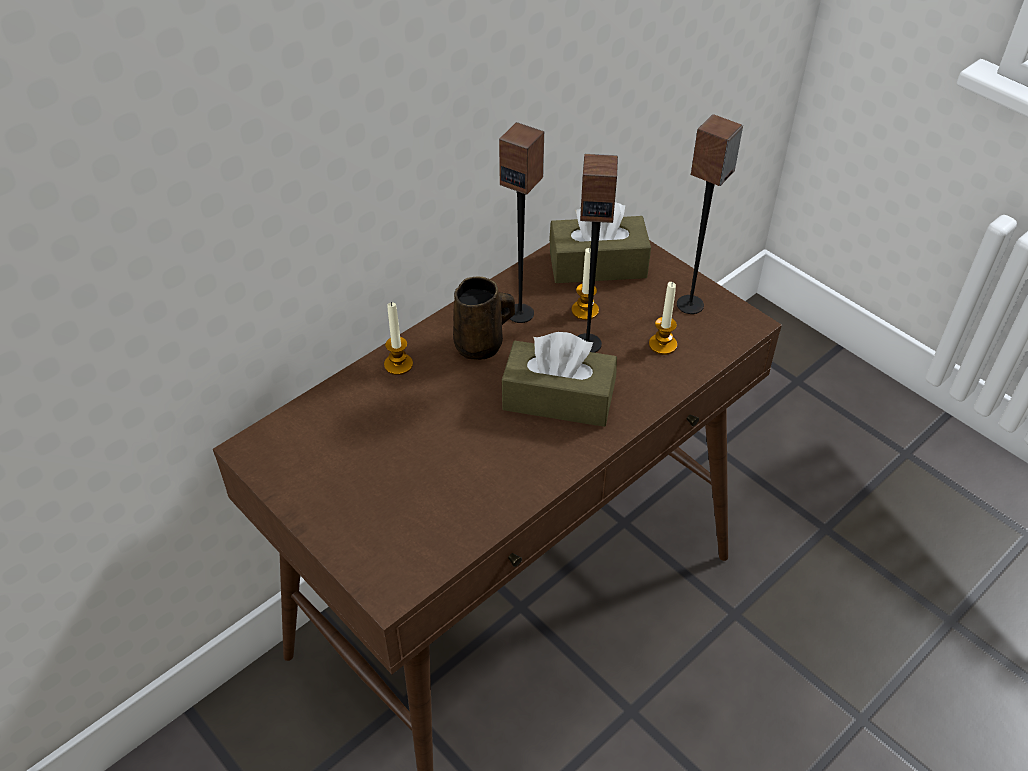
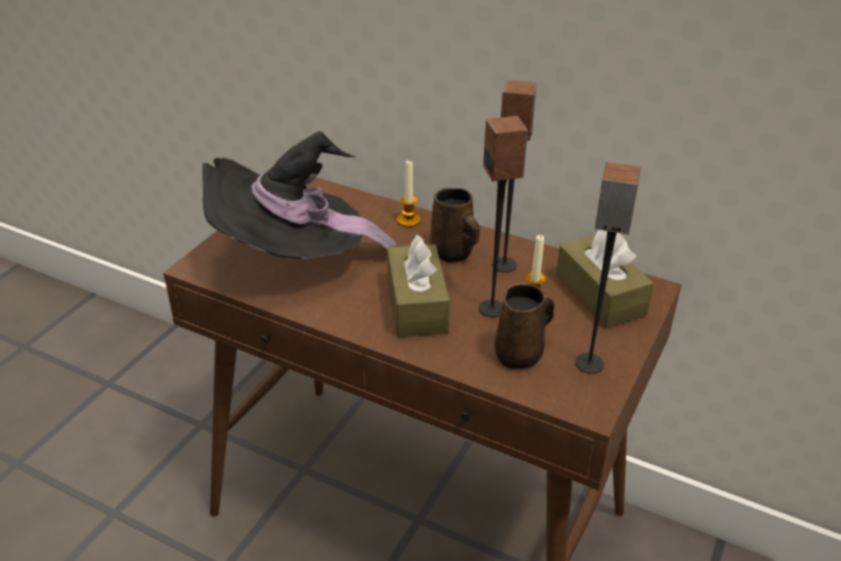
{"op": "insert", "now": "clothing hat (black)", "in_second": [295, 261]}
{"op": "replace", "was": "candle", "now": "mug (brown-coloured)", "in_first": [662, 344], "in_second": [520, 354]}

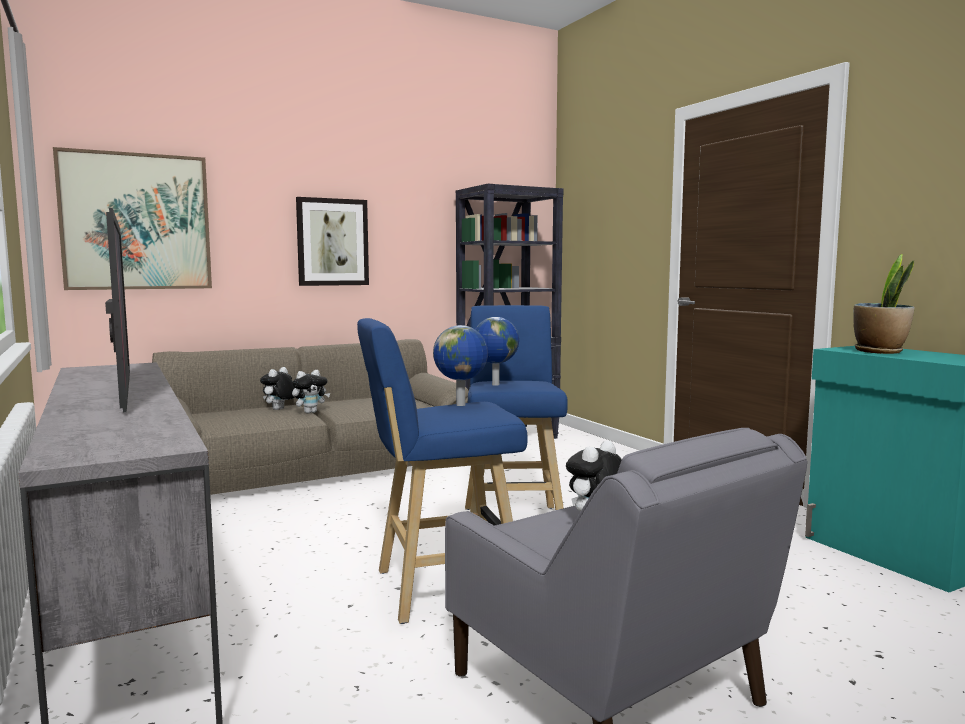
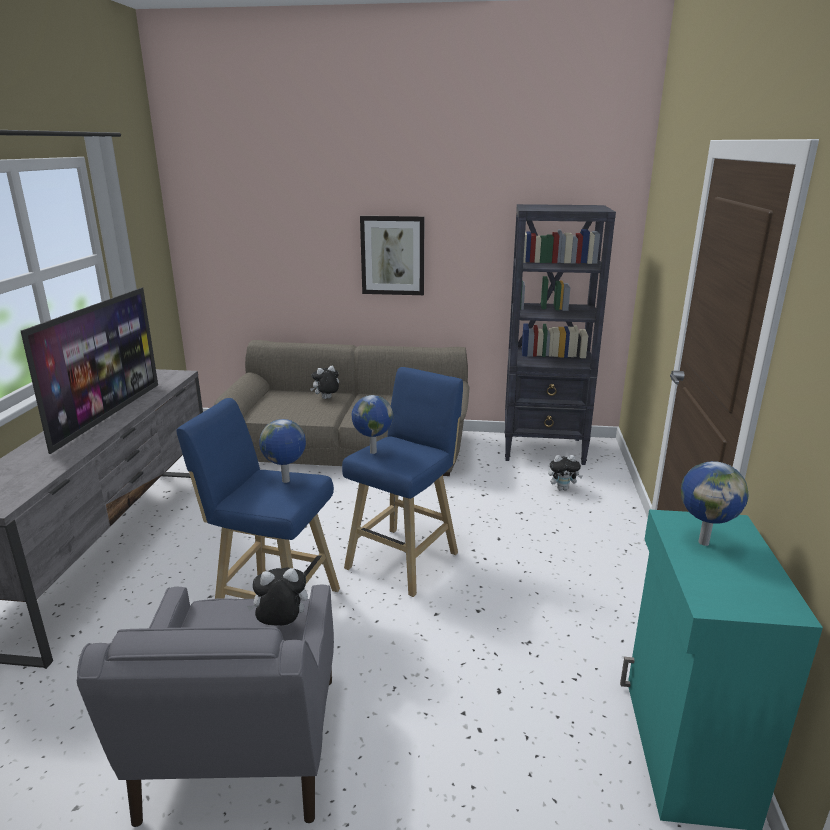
{"op": "delete", "was": "wall art", "in_first": [136, 222]}
{"op": "move", "was": "plush toy", "in_first": [310, 412], "in_second": [562, 488]}
{"op": "replace", "was": "potted plant", "now": "world globe", "in_first": [880, 351], "in_second": [704, 542]}

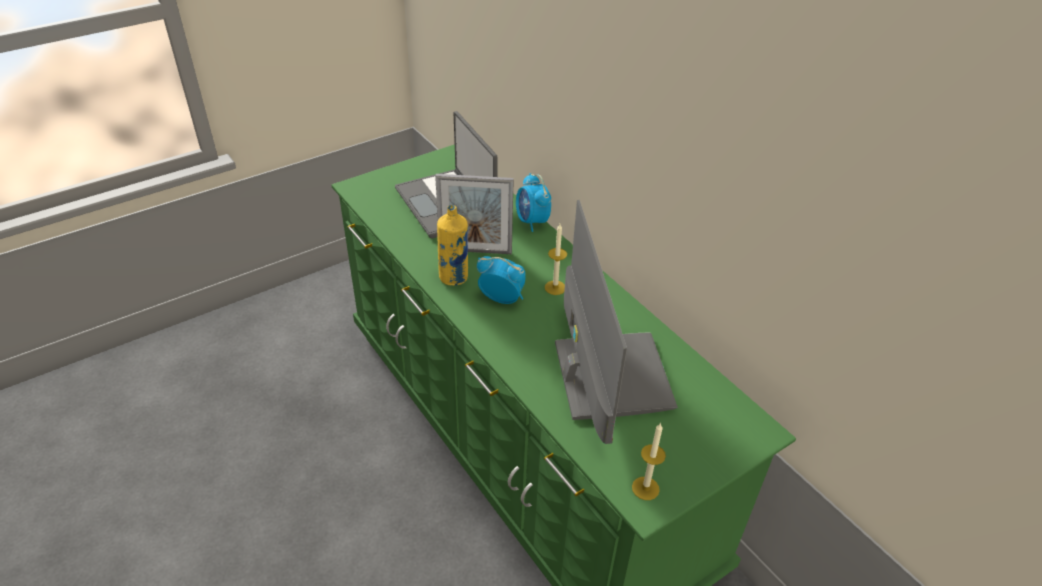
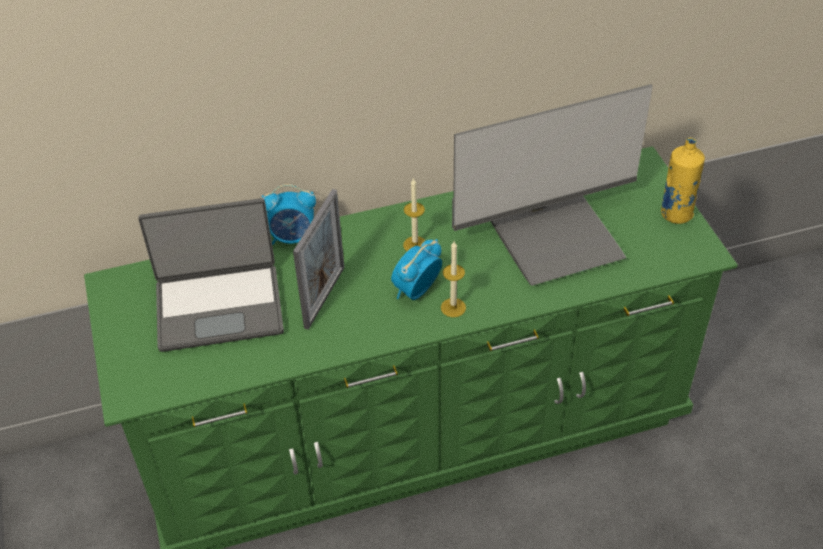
{"op": "move", "was": "bottle (yellow)", "in_first": [454, 277], "in_second": [676, 214]}
{"op": "move", "was": "candle", "in_first": [645, 488], "in_second": [453, 307]}
{"op": "rotate", "was": "monitor", "in_first": [608, 376], "in_second": [554, 237], "clockwise": 150}

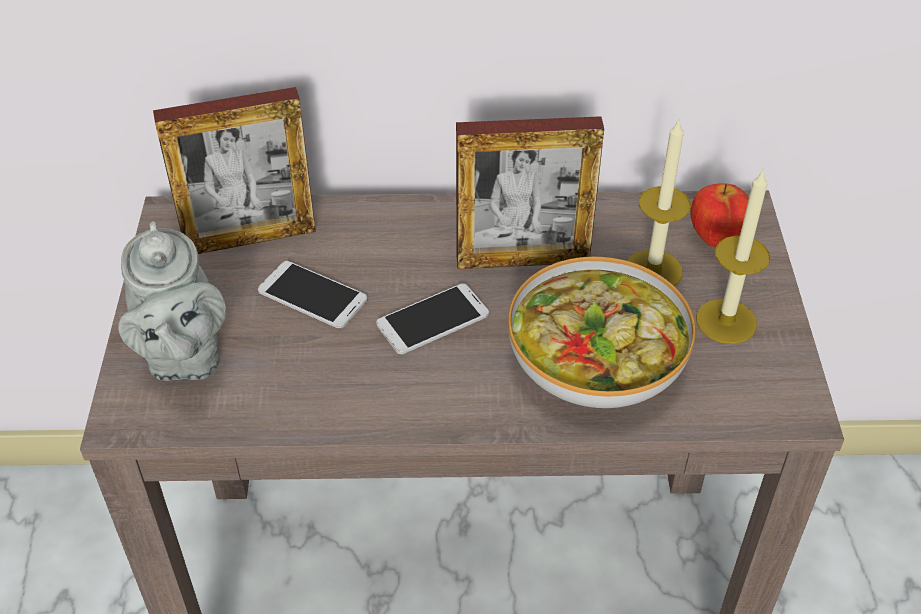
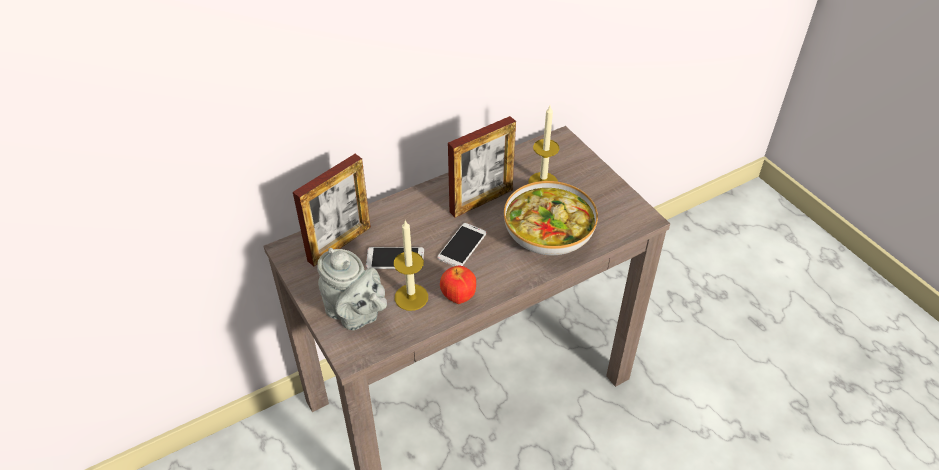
{"op": "move", "was": "apple fruit", "in_first": [714, 239], "in_second": [458, 297]}
{"op": "move", "was": "candle", "in_first": [726, 321], "in_second": [411, 297]}

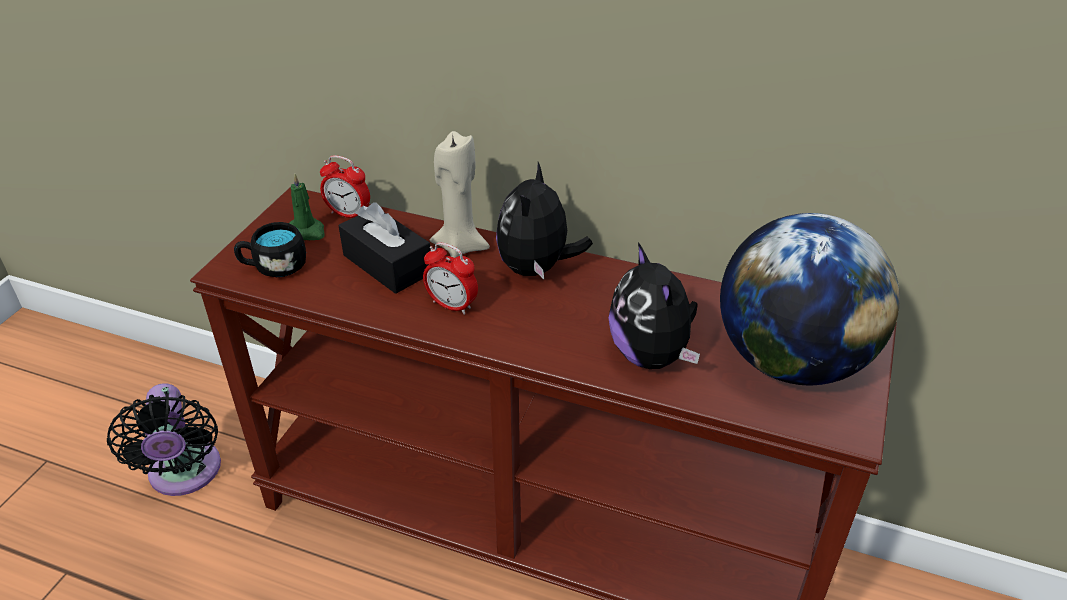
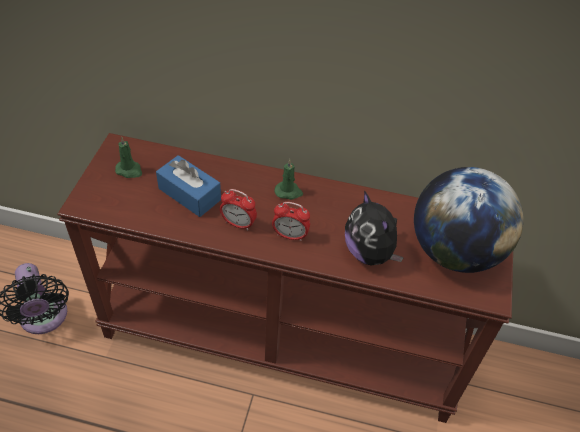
{"op": "delete", "was": "mug (black)", "in_first": [274, 267]}
{"op": "delete", "was": "candle (beige-coloured)", "in_first": [460, 246]}
{"op": "move", "was": "bedside clock", "in_first": [348, 214], "in_second": [290, 235]}
{"op": "replace", "was": "plush toy", "now": "candle (green-coloured)", "in_first": [537, 269], "in_second": [289, 192]}
{"op": "recolor", "was": "box of tissues (black)", "now": "box of tissues (blue)", "in_first": [387, 264], "in_second": [189, 194]}

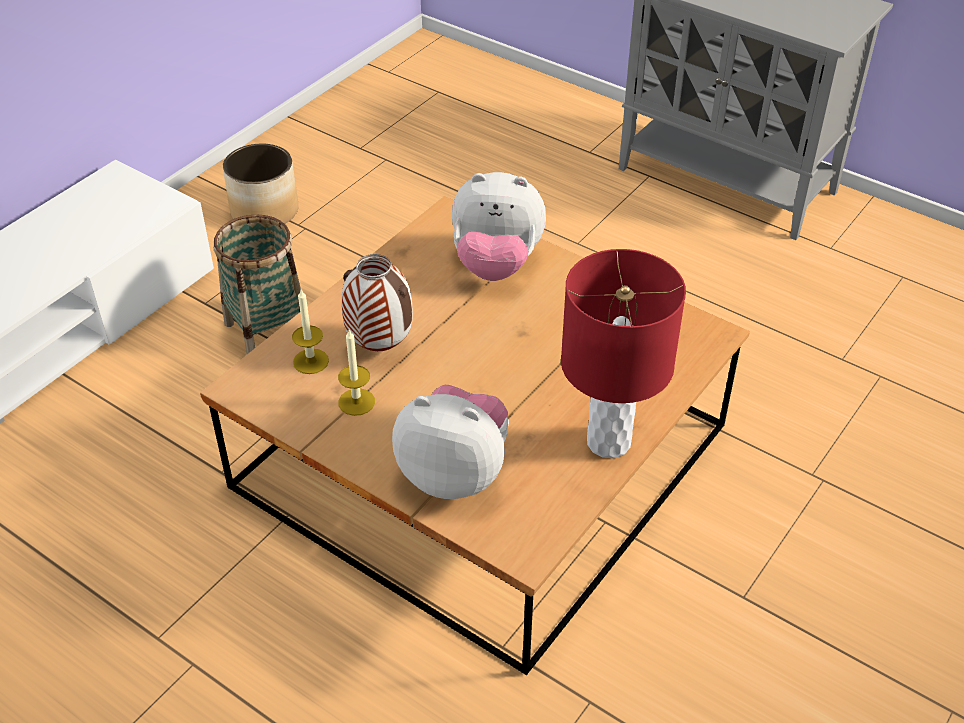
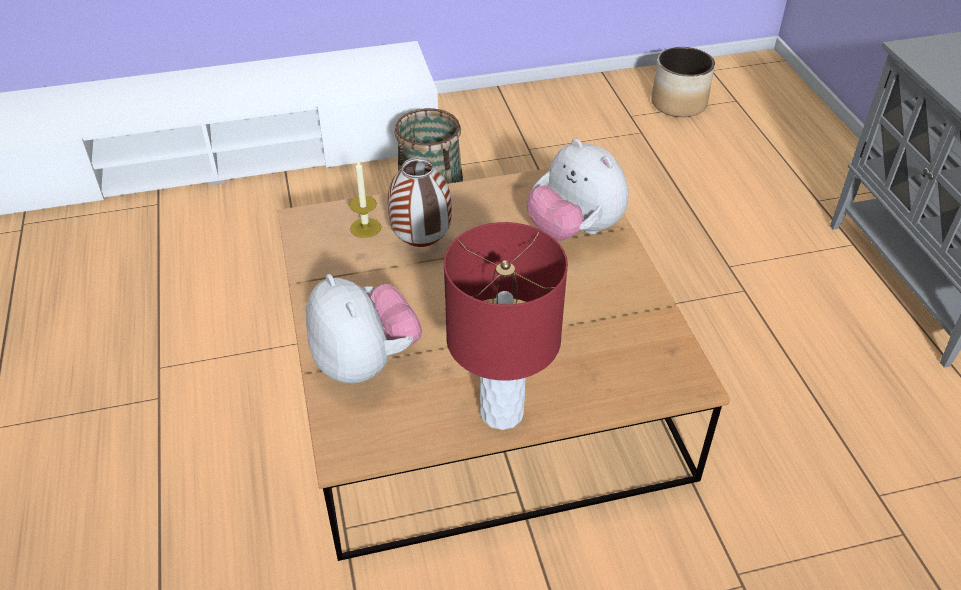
{"op": "delete", "was": "candle", "in_first": [356, 402]}
{"op": "move", "was": "plant pot", "in_first": [265, 211], "in_second": [679, 103]}

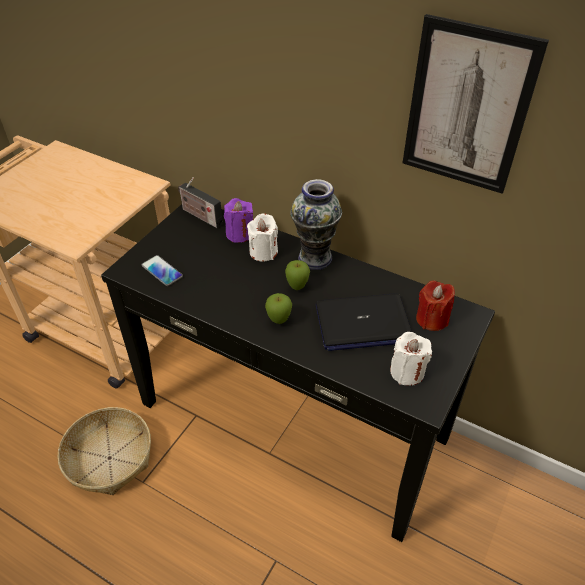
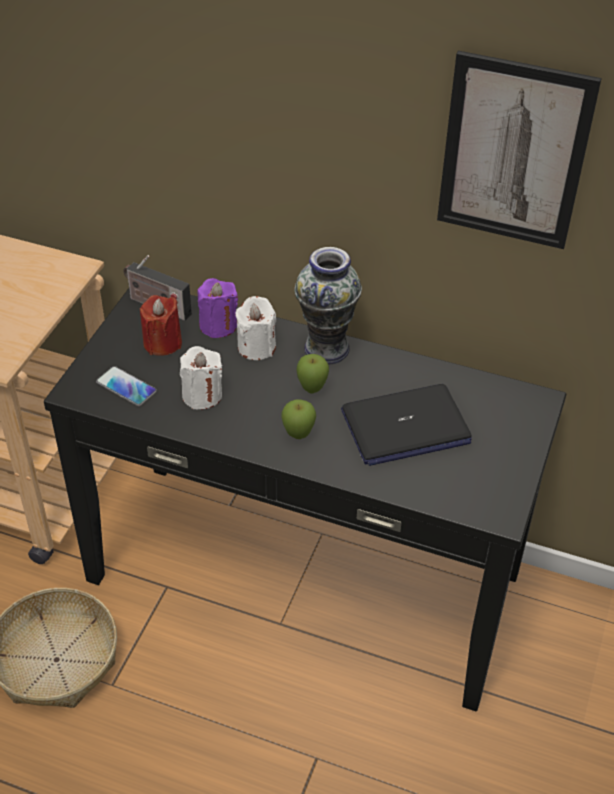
{"op": "move", "was": "candle (whitish)", "in_first": [407, 372], "in_second": [202, 395]}
{"op": "move", "was": "candle (red-coloured)", "in_first": [432, 319], "in_second": [162, 343]}

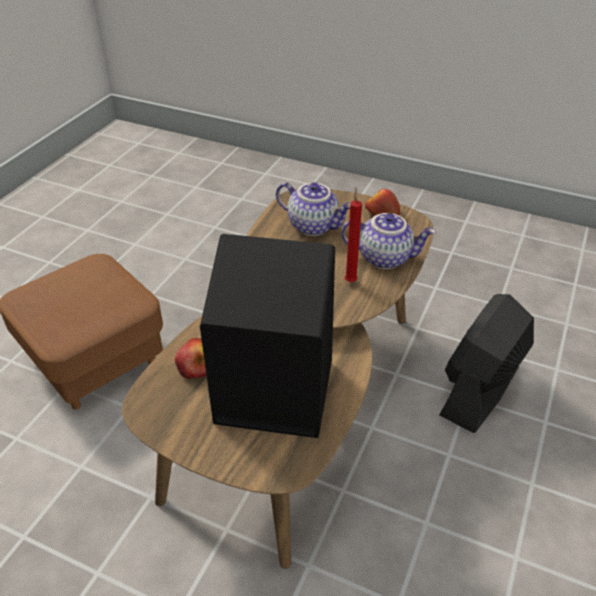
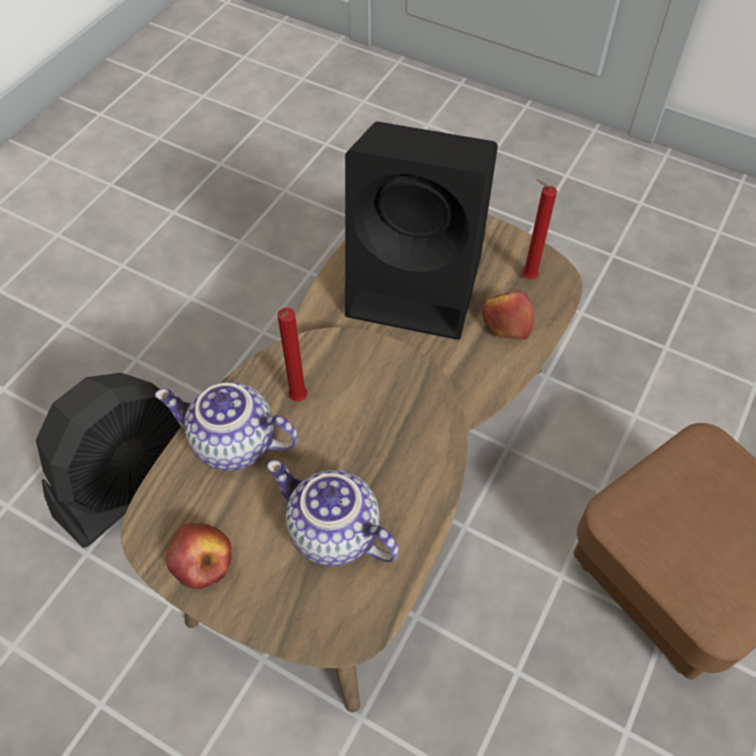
{"op": "insert", "now": "candle (red-coloured)", "in_second": [526, 277]}

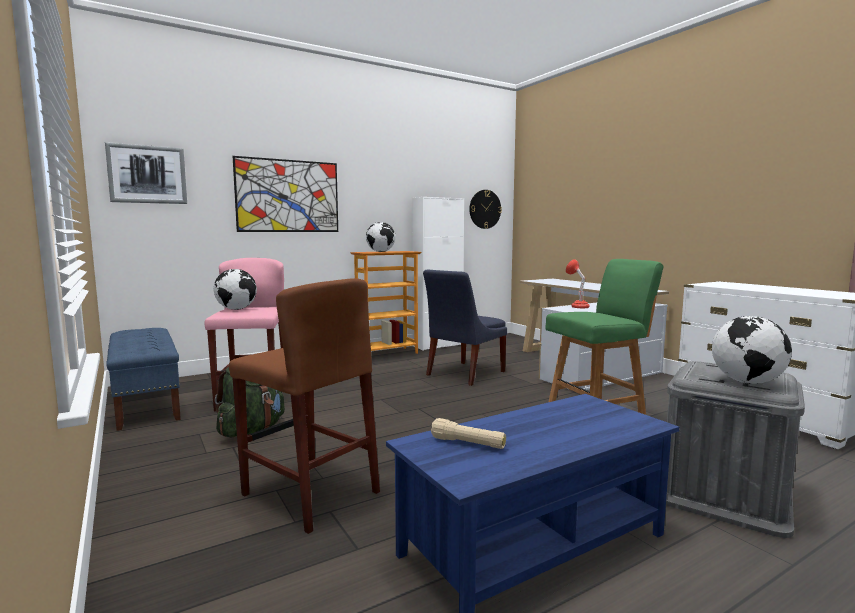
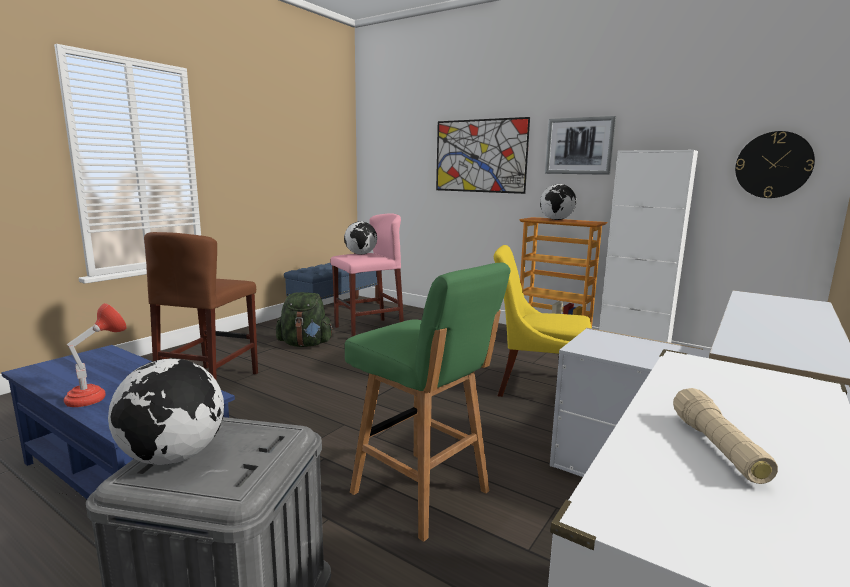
{"op": "move", "was": "wall art", "in_first": [147, 174], "in_second": [579, 146]}
{"op": "move", "was": "torch (beige-coloured)", "in_first": [468, 443], "in_second": [717, 448]}
{"op": "move", "was": "table lamp (red-coloured)", "in_first": [577, 306], "in_second": [98, 397]}
{"op": "recolor", "was": "plain chair (blue)", "now": "plain chair (yellow)", "in_first": [463, 374], "in_second": [536, 385]}

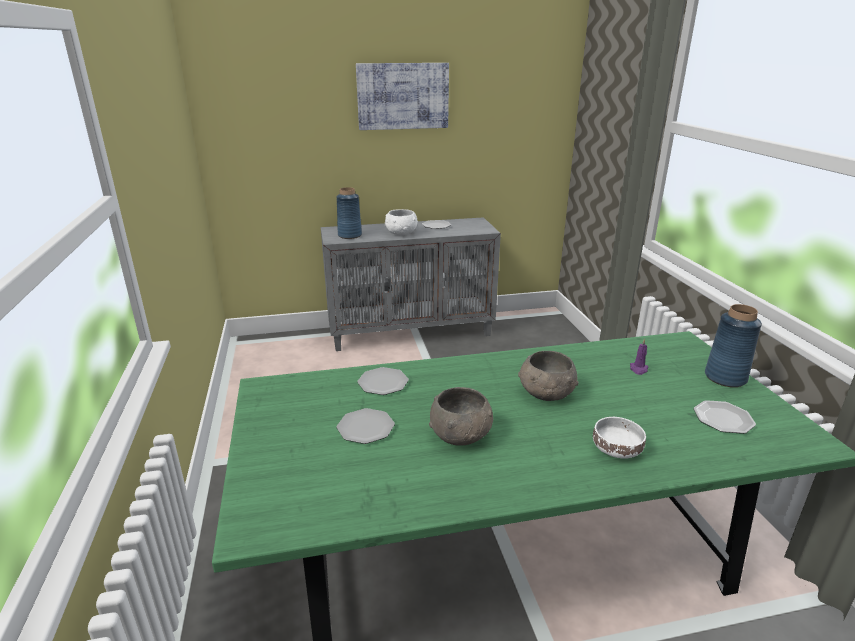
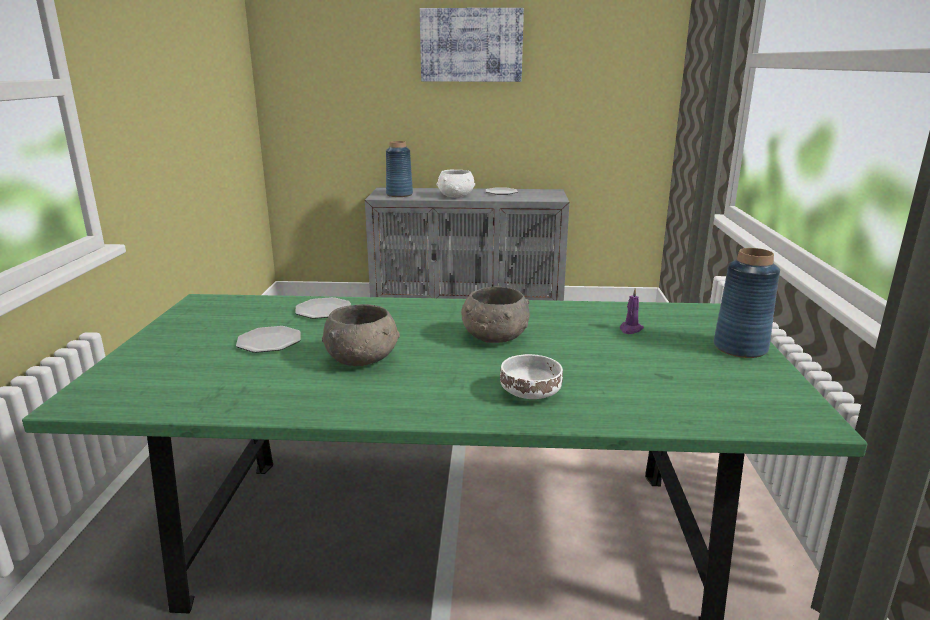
{"op": "delete", "was": "plate", "in_first": [723, 419]}

